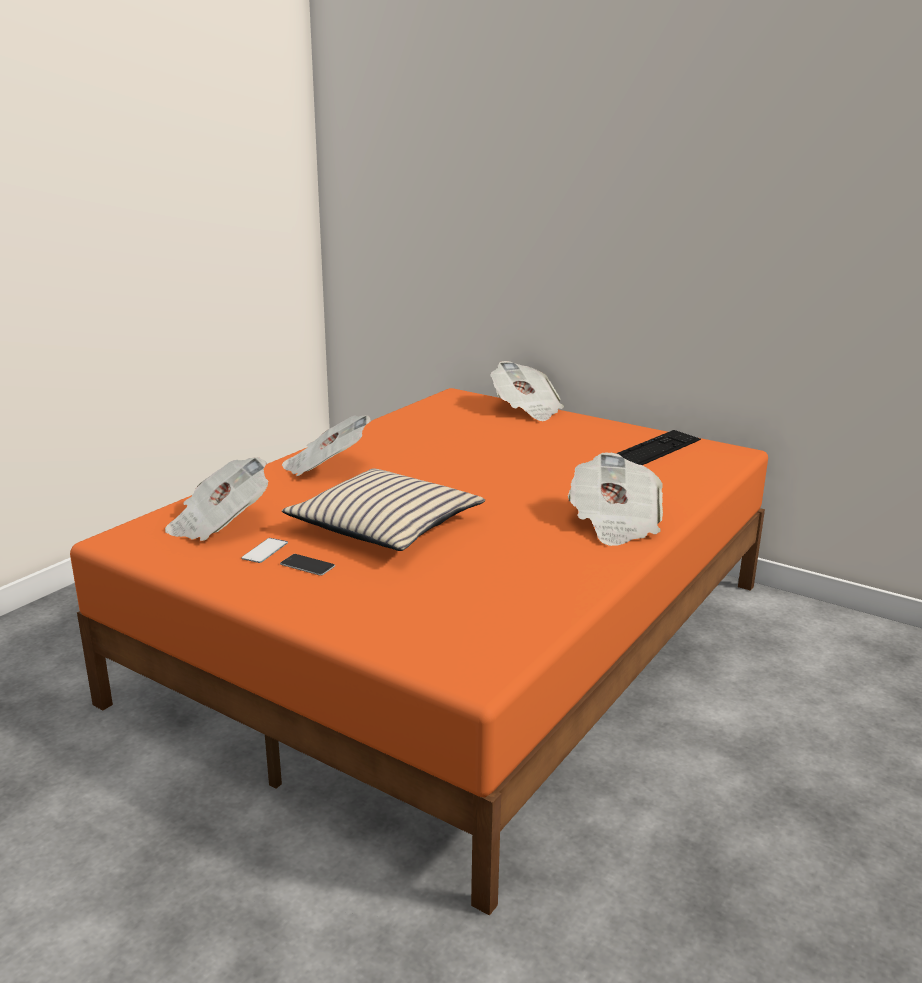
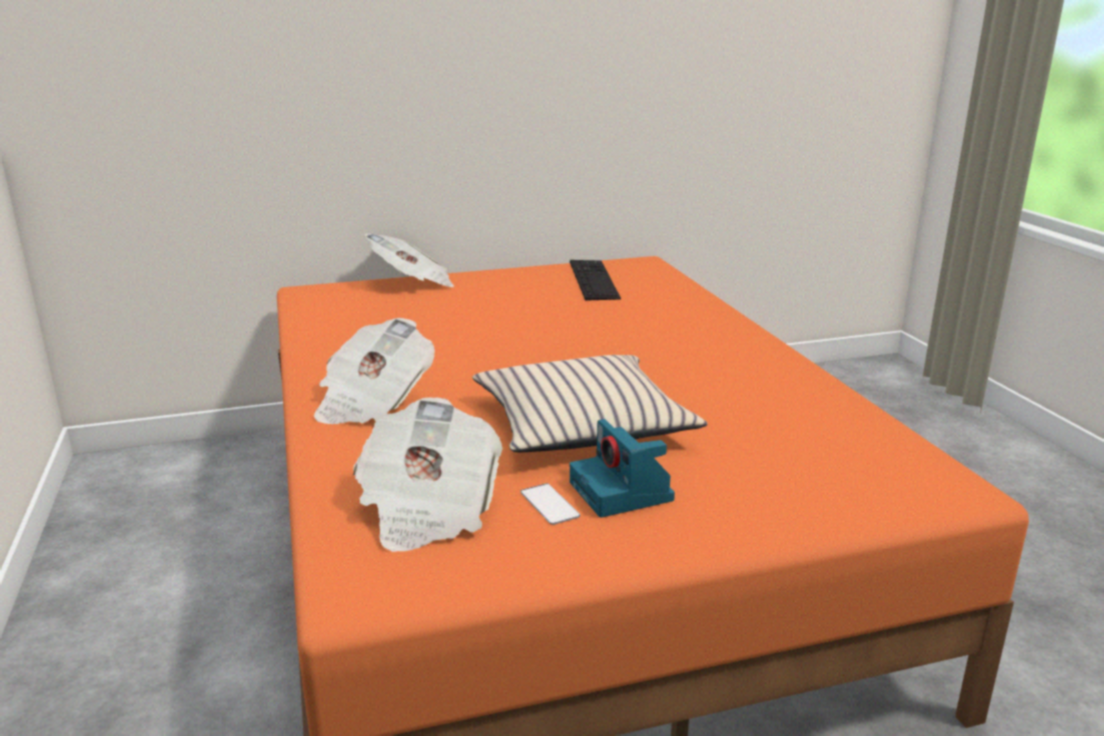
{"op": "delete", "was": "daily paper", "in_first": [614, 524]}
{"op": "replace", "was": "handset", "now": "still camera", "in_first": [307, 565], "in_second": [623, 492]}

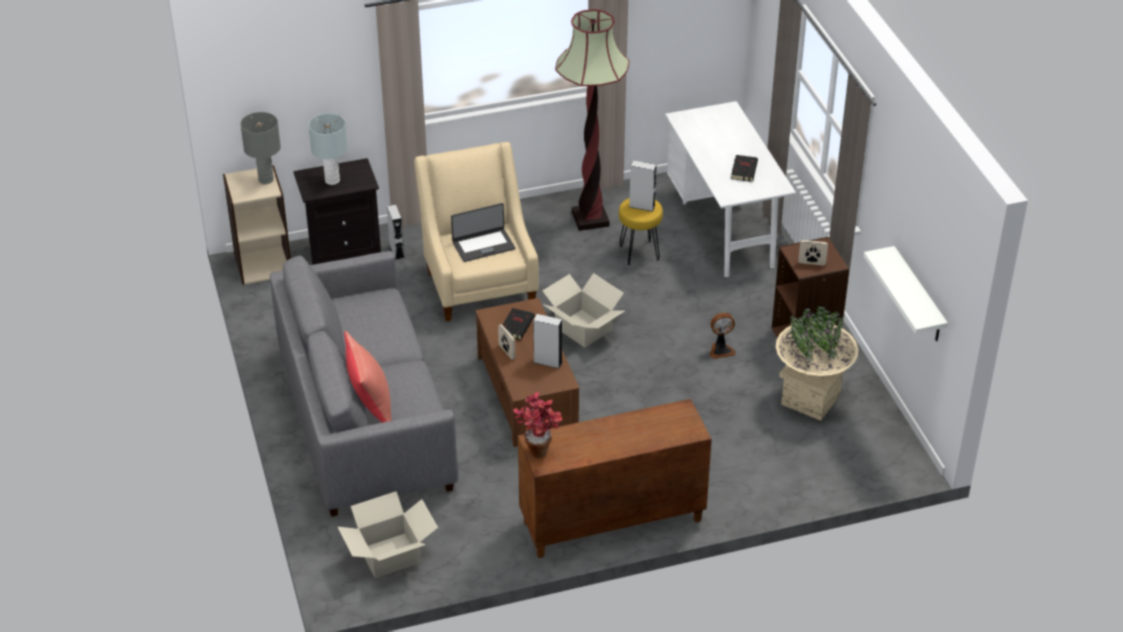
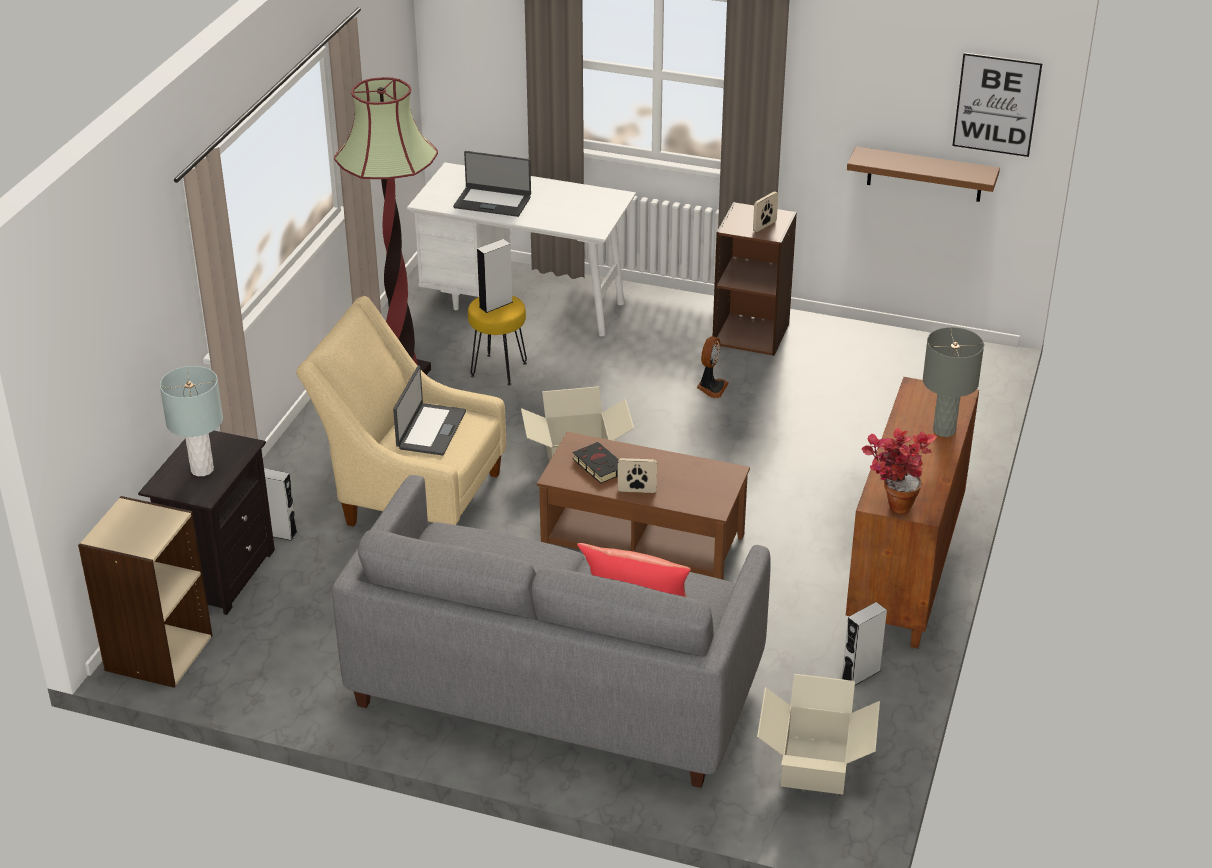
{"op": "delete", "was": "bound book (black)", "in_first": [744, 170]}
{"op": "delete", "was": "plant pot (beige-coloured)", "in_first": [810, 399]}
{"op": "insert", "now": "notebook computer", "in_second": [492, 202]}
{"op": "insert", "now": "wall art", "in_second": [996, 104]}
{"op": "move", "was": "table lamp (grey)", "in_first": [266, 180], "in_second": [944, 430]}
{"op": "move", "was": "loudspeaker (grey)", "in_first": [548, 362], "in_second": [860, 674]}
{"op": "recolor", "was": "shelf (whitish)", "now": "shelf (brown-coloured)", "in_first": [918, 296], "in_second": [925, 174]}

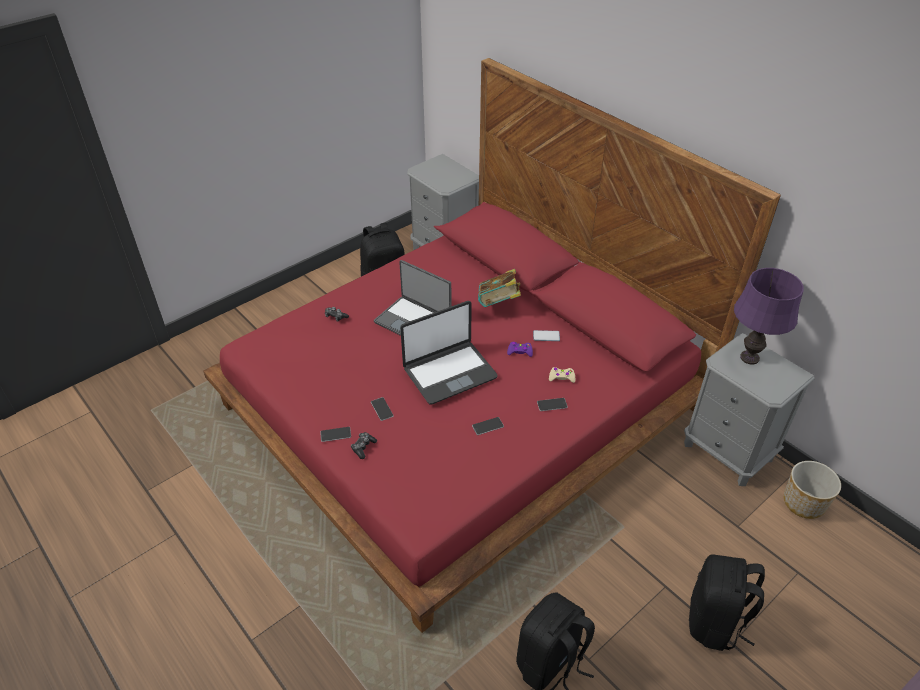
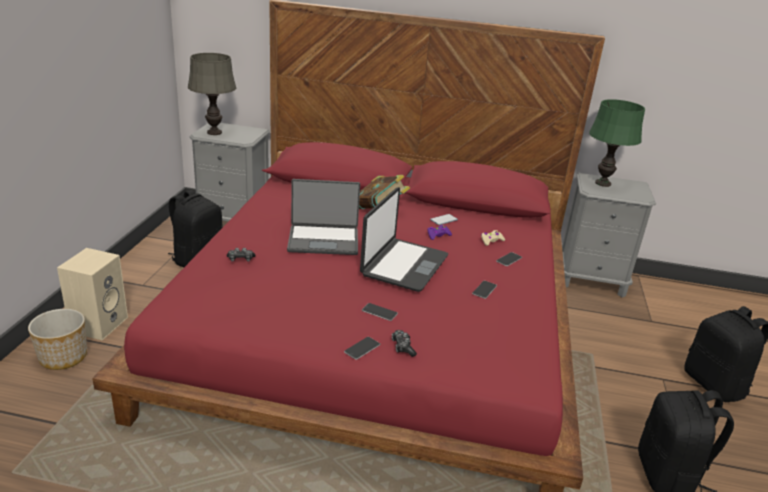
{"op": "insert", "now": "loudspeaker (beige-coloured)", "in_second": [99, 323]}
{"op": "insert", "now": "table lamp (grey)", "in_second": [214, 132]}
{"op": "move", "was": "plant pot", "in_first": [803, 502], "in_second": [63, 357]}
{"op": "recolor", "was": "table lamp (purple-coloured)", "now": "table lamp (green-coloured)", "in_first": [750, 358], "in_second": [603, 183]}

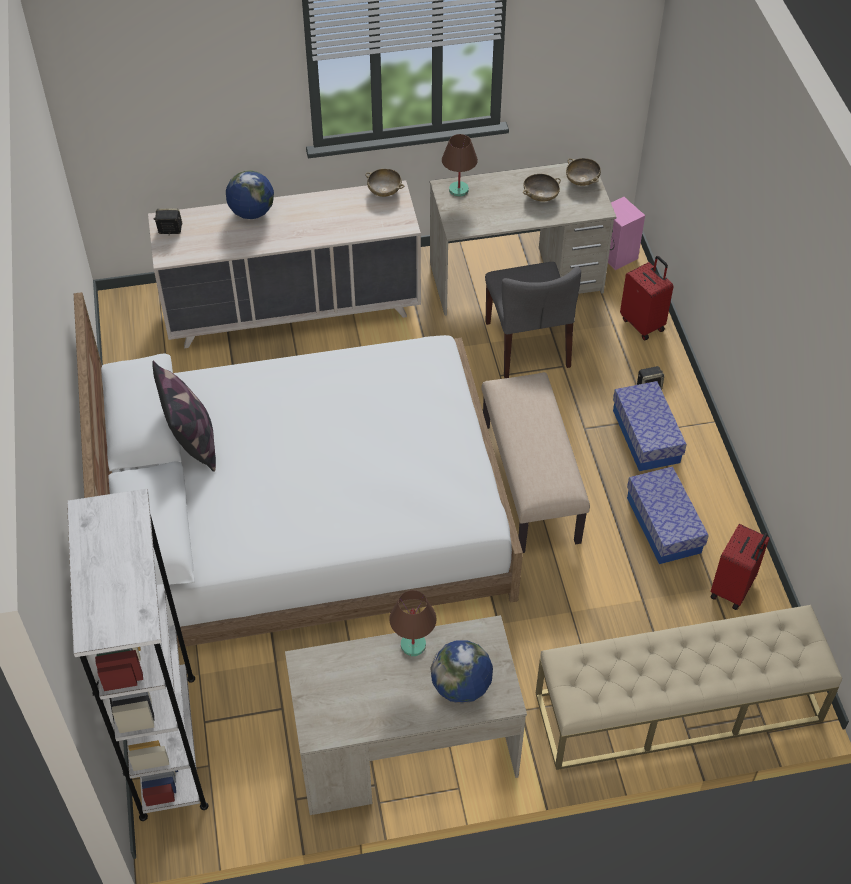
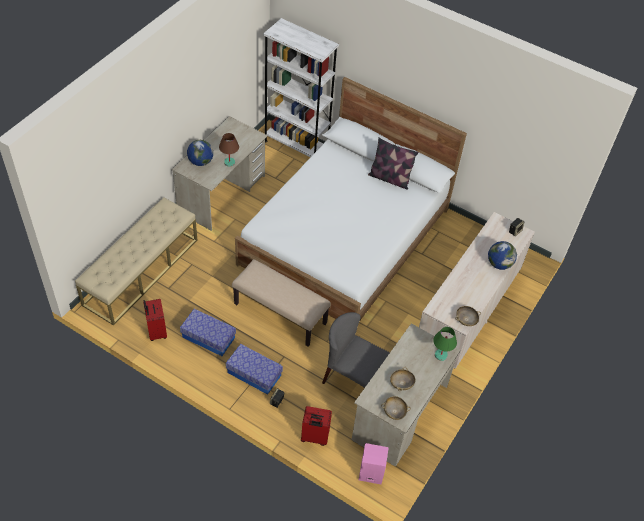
{"op": "recolor", "was": "table lamp (brown-coloured)", "now": "table lamp (green-coloured)", "in_first": [458, 190], "in_second": [440, 355]}

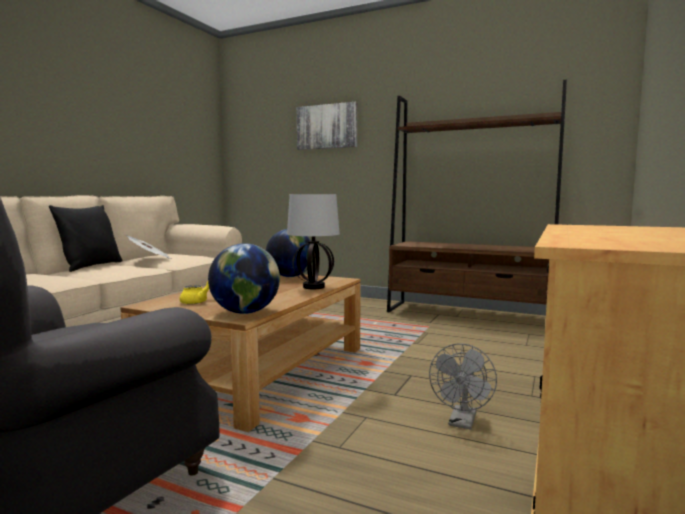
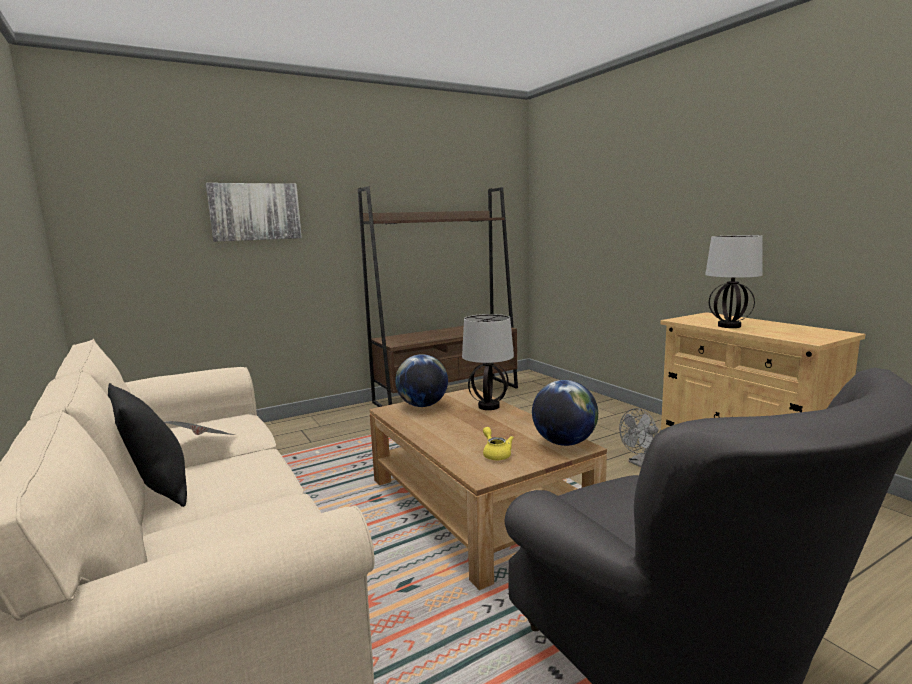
{"op": "insert", "now": "table lamp", "in_second": [728, 326]}
{"op": "rotate", "was": "cooling fan (grey)", "in_first": [462, 423], "in_second": [640, 463], "clockwise": 90}

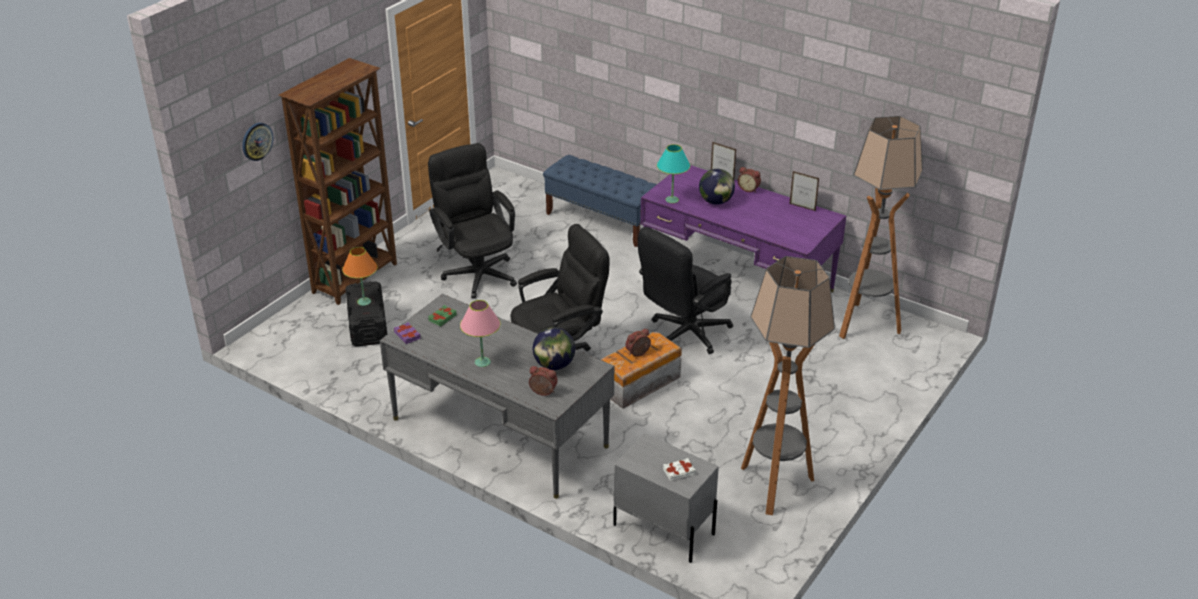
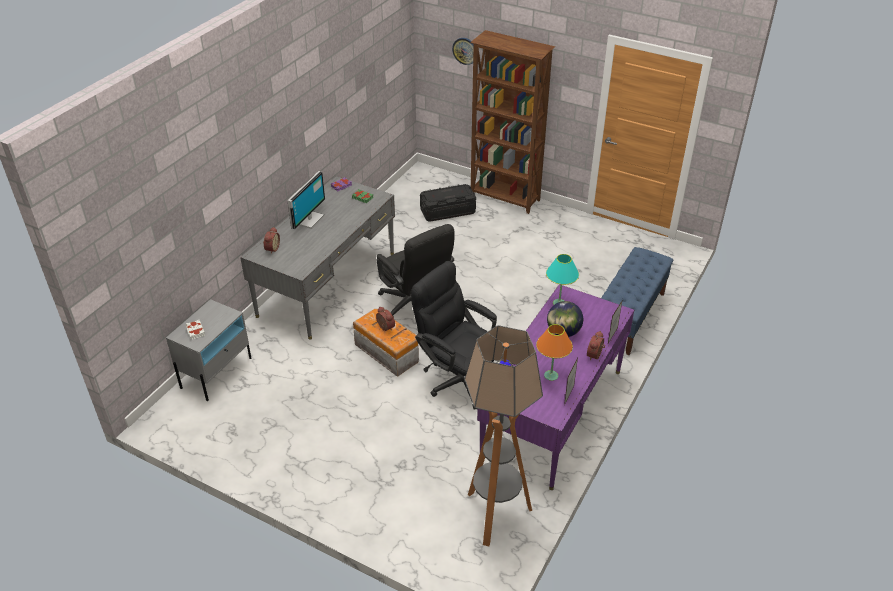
{"op": "delete", "was": "computer chair (black)", "in_first": [477, 271]}
{"op": "delete", "was": "world globe", "in_first": [554, 365]}
{"op": "delete", "was": "standard lamp", "in_first": [774, 486]}
{"op": "move", "was": "table lamp (orange)", "in_first": [364, 302], "in_second": [551, 375]}
{"op": "replace", "was": "table lamp (pinkish)", "now": "monitor", "in_first": [482, 362], "in_second": [309, 219]}

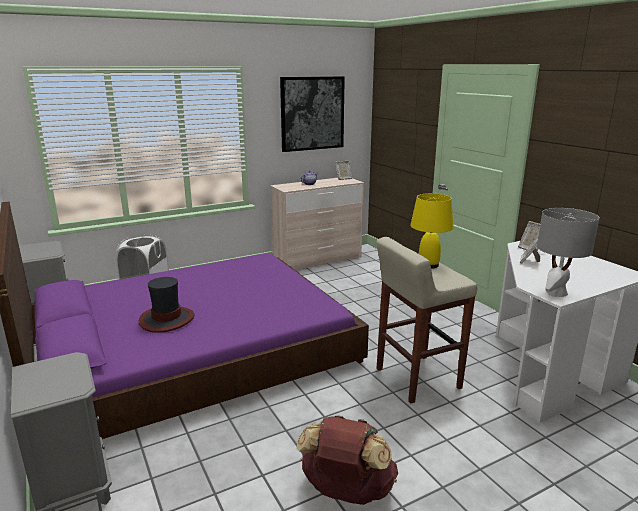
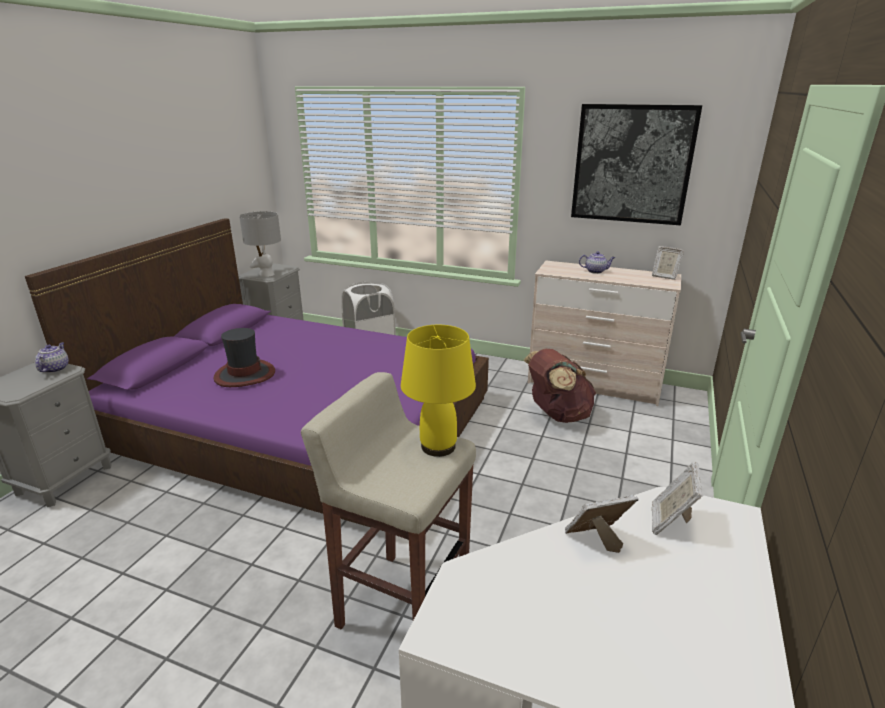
{"op": "insert", "now": "teapot", "in_second": [55, 368]}
{"op": "move", "was": "knapsack (brown-coloured)", "in_first": [346, 492], "in_second": [557, 415]}
{"op": "move", "was": "table lamp (grey)", "in_first": [556, 293], "in_second": [266, 274]}

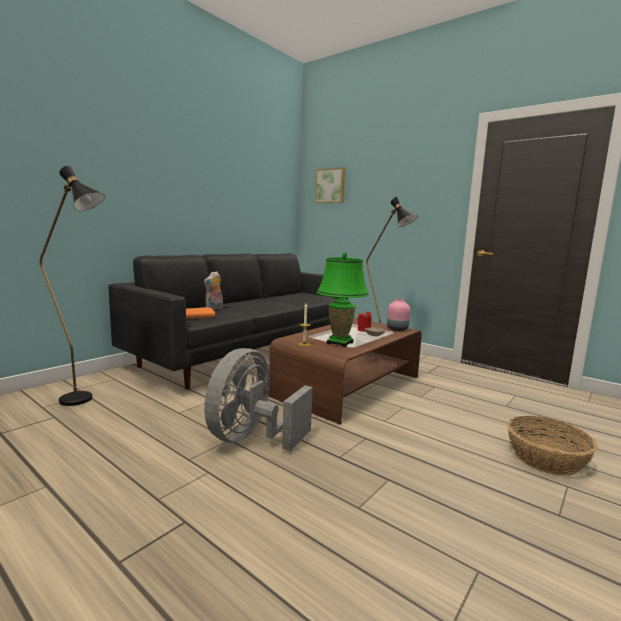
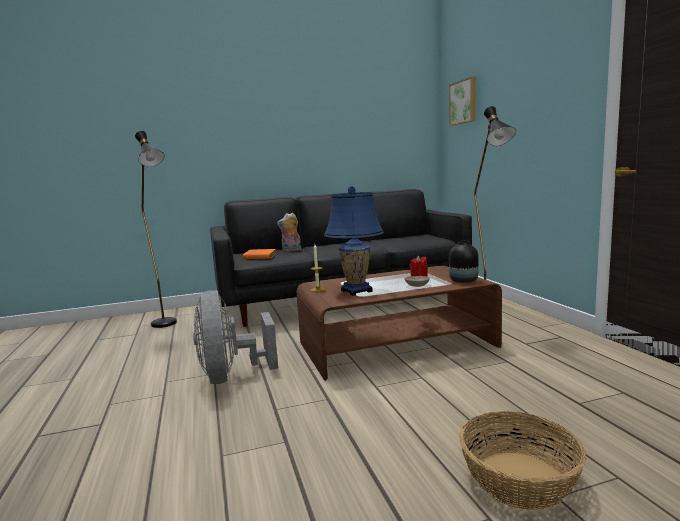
{"op": "recolor", "was": "table lamp (green-coloured)", "now": "table lamp (blue)", "in_first": [340, 343], "in_second": [356, 291]}
{"op": "recolor", "was": "decorative vase (pinkish)", "now": "decorative vase (black)", "in_first": [397, 329], "in_second": [463, 281]}
{"op": "rotate", "was": "cooling fan (grey)", "in_first": [252, 438], "in_second": [231, 376], "clockwise": -75}

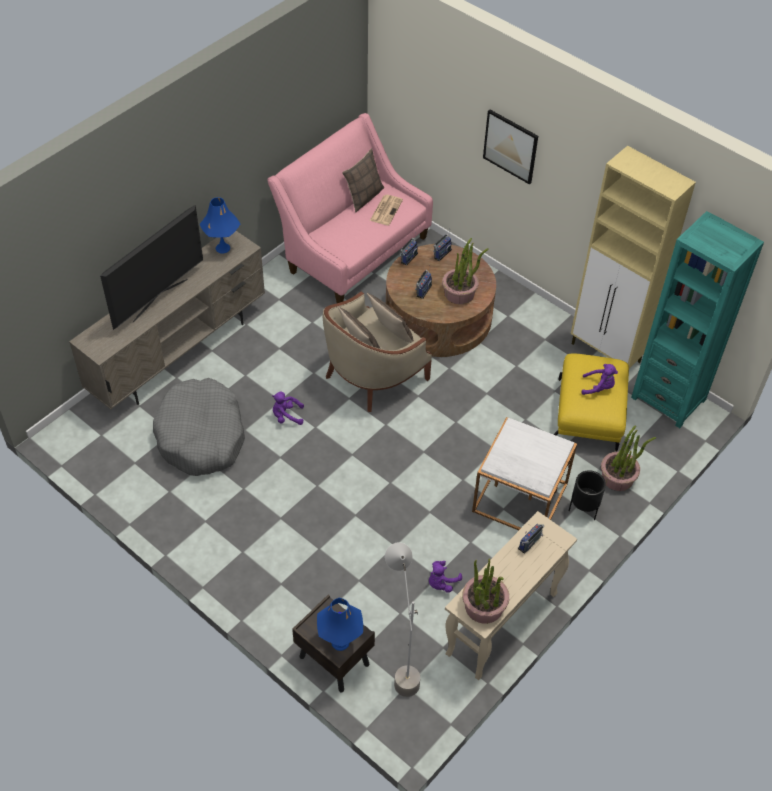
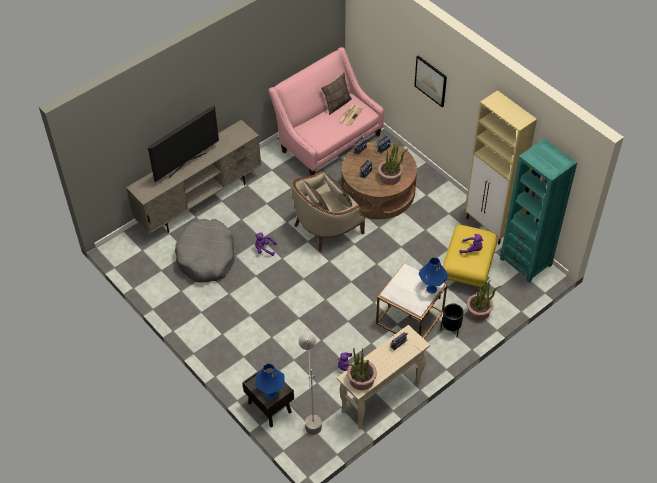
{"op": "move", "was": "table lamp (blue)", "in_first": [222, 248], "in_second": [431, 289]}

